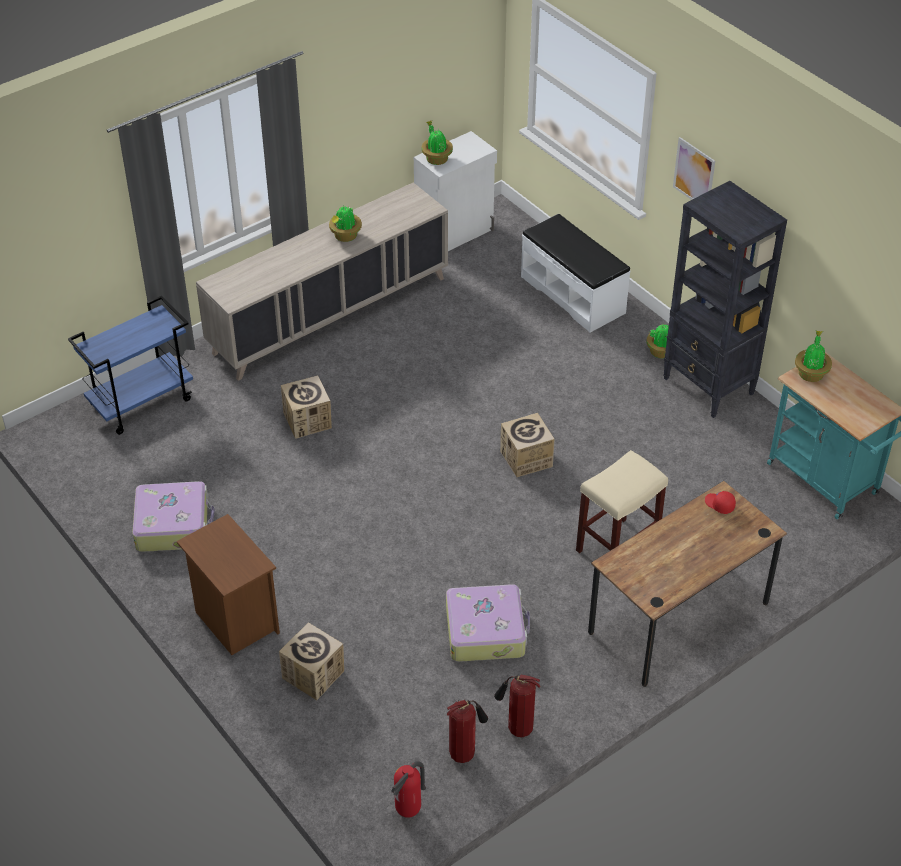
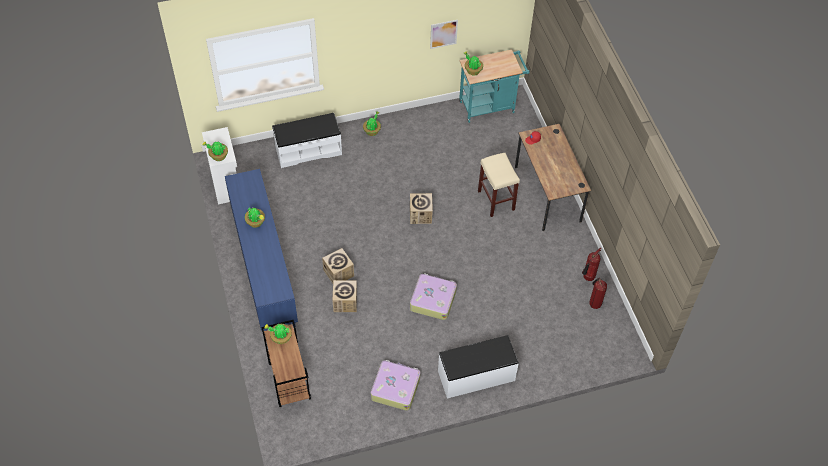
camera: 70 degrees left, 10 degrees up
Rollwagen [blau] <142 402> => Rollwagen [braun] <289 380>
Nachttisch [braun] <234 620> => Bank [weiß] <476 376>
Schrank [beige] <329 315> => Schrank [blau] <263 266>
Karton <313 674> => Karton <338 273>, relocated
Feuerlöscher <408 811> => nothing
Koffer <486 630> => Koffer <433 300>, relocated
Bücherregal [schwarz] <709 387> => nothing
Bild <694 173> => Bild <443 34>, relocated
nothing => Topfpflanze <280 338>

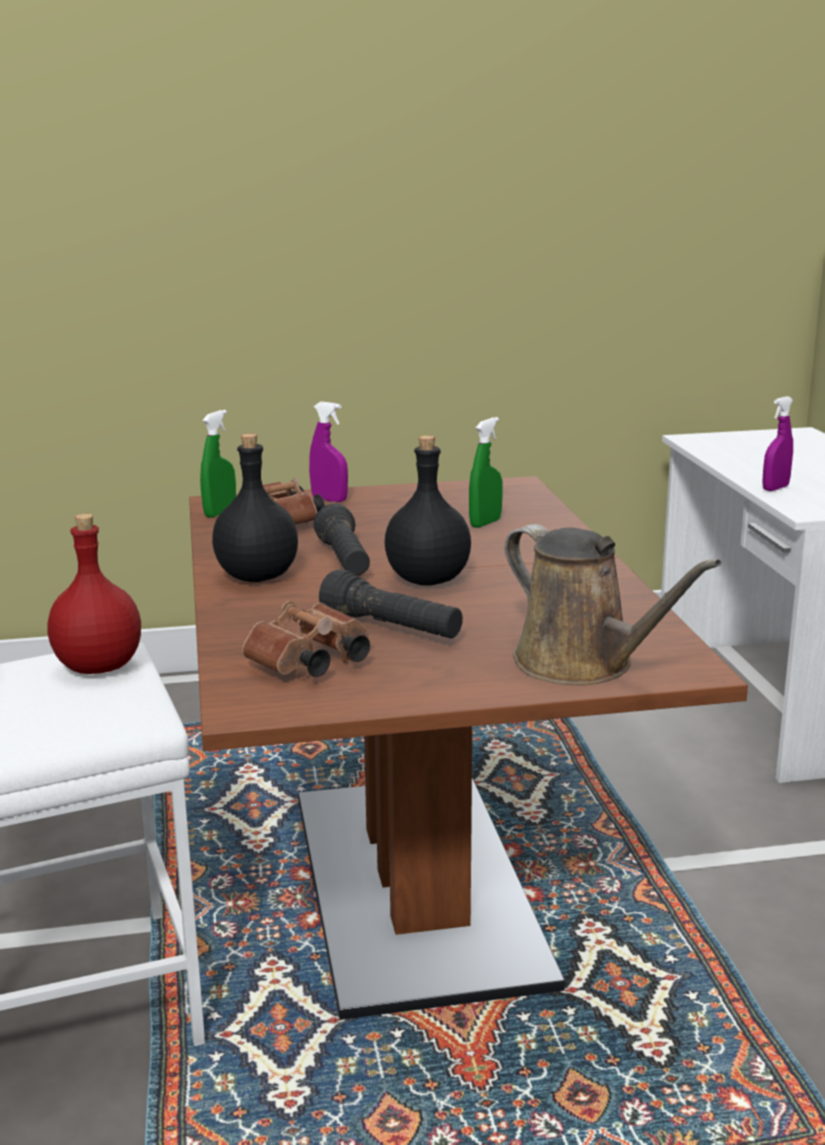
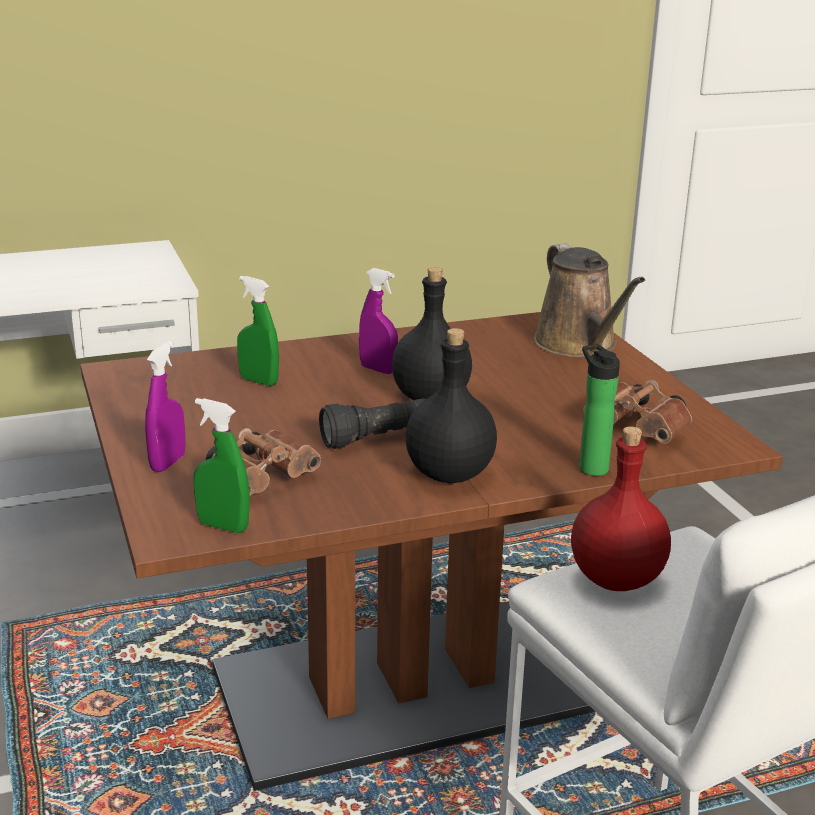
camera: 100 degrees left, 5 degrees up
Taschenlampe [schwarz] <392 629> => nothing
Gießkanne [braun] <582 664> => Gießkanne [braun] <579 345>, 120 degrees clockwise
Sprühflasche [lila] <775 488> => Sprühflasche [lila] <378 369>, relocated
nothing => Flasche <590 467>

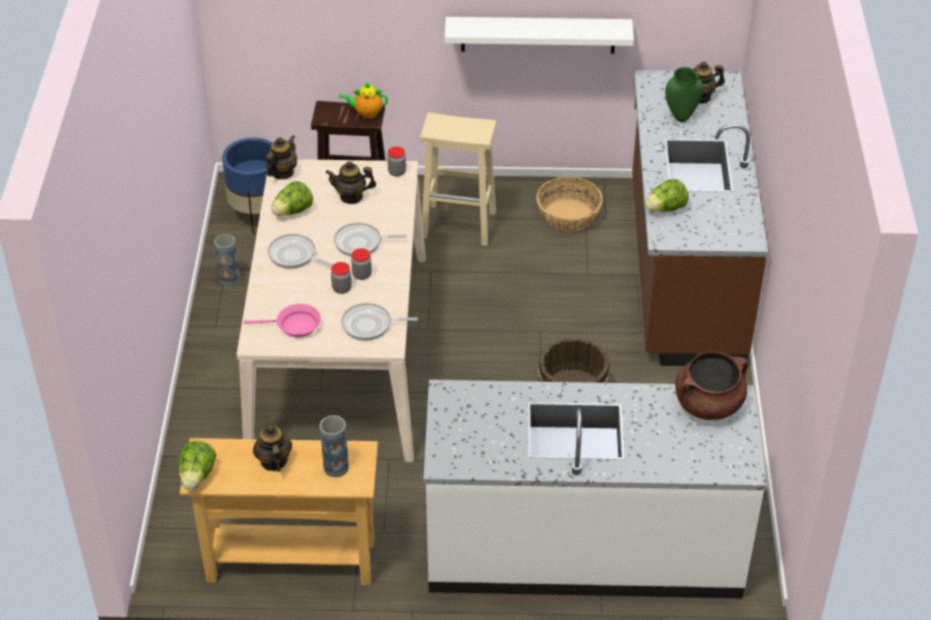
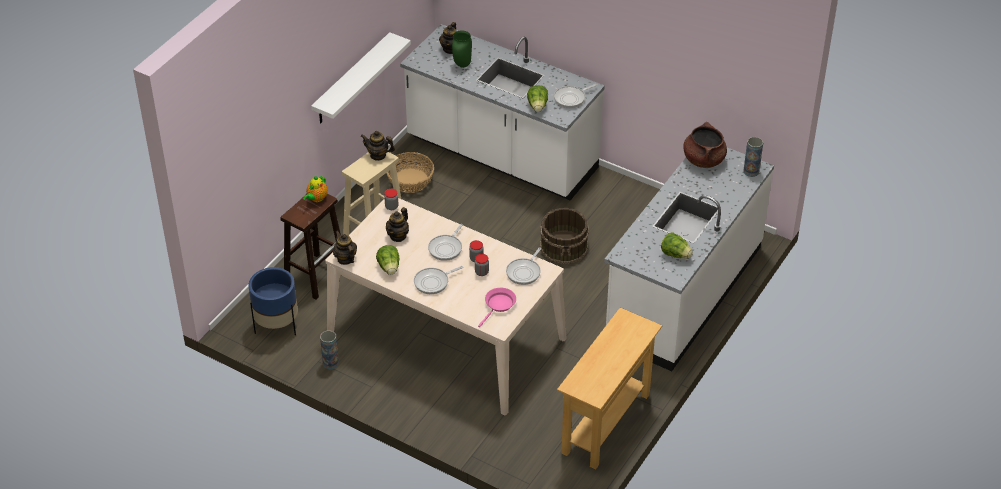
camera: 60 degrees left, 0 degrees up
Salatkopf <197 476> => Salatkopf <675 254>, relocated
Teekanne <273 461> => Teekanne <378 155>, relocated
Vase <336 467> => Vase <751 171>, relocated
Küchenzeile [braun] <682 271> => Küchenzeile [weiß] <501 155>
nothing => Pfanne <571 98>

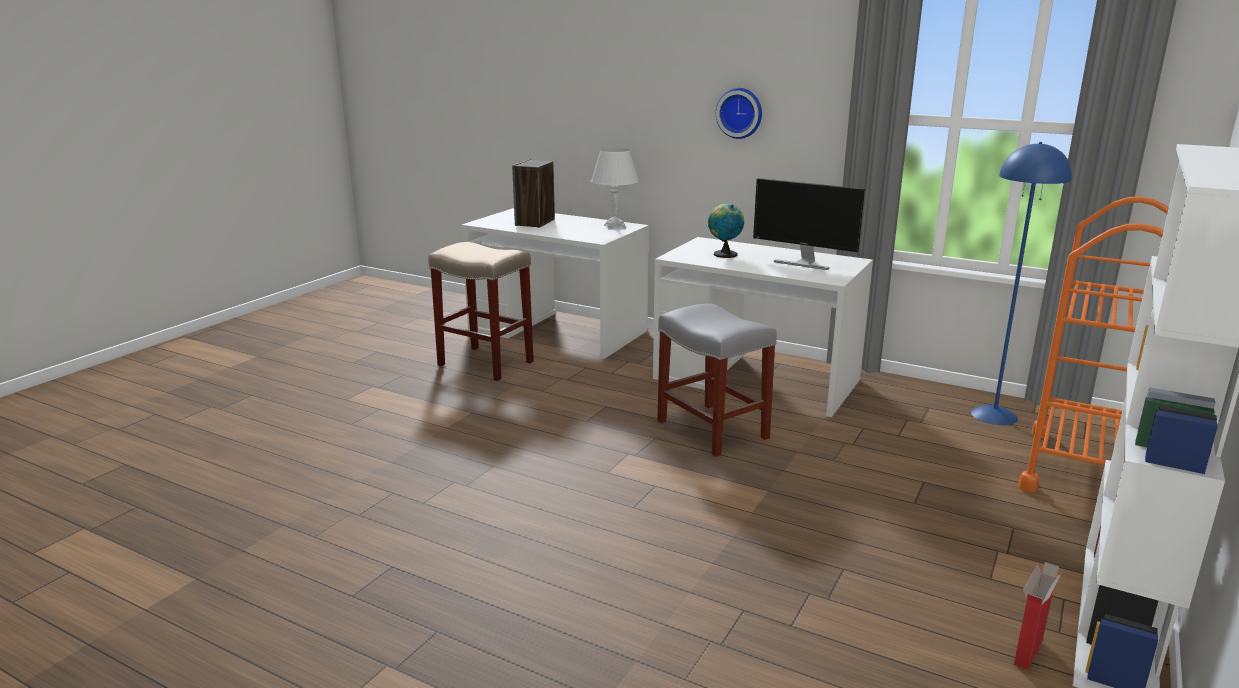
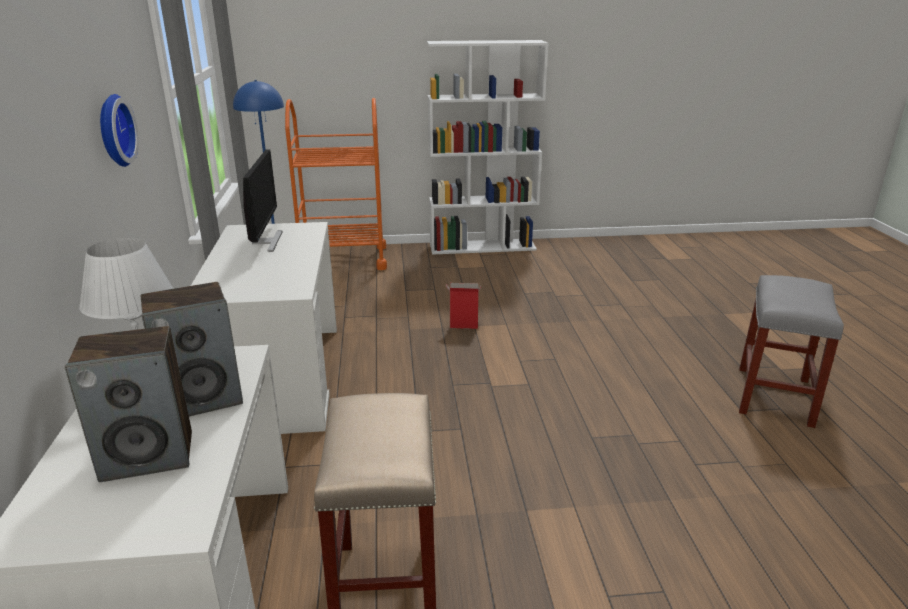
camera: 125 degrees left, 5 degrees up
Hocker [grau] <711 429> => Hocker [grau] <775 397>, relocated
Globus <724 254> => nothing
Karton <1028 652> => Karton <463 326>, relocated
nothing => Lautsprecher <203 399>

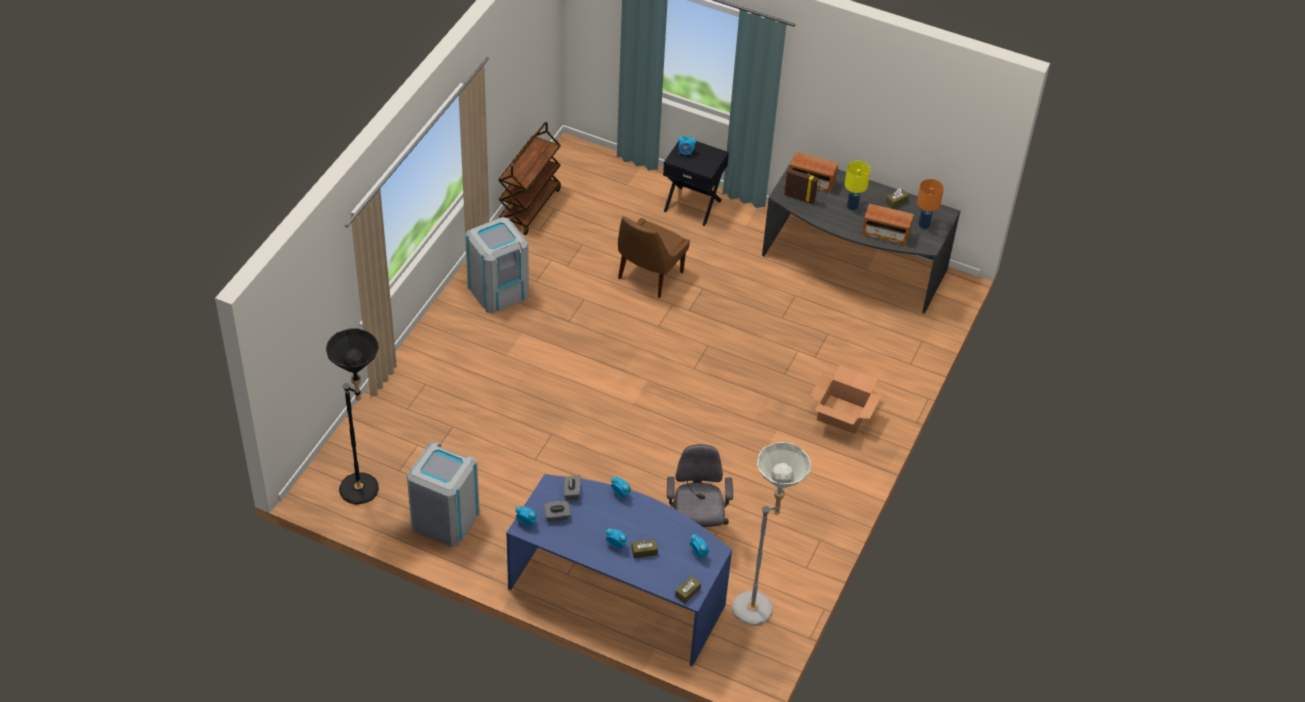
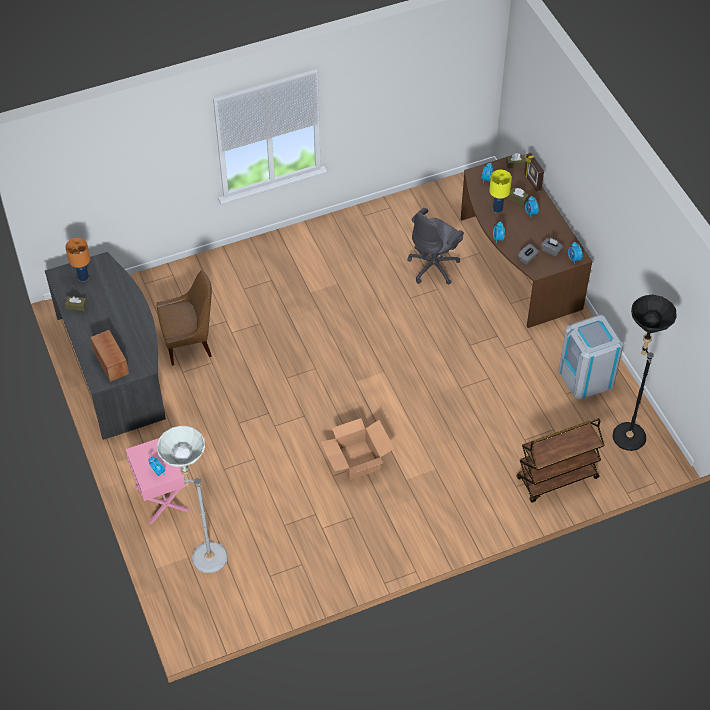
camera: 135 degrees left, 5 degrees up
Mülleimer [grau] <498 290> => nothing
Rollwagen [braun] <529 206> => Rollwagen [braun] <557 479>, relocated
Schreibtisch [blau] <619 592> => Schreibtisch [braun] <516 264>
Stuhl [braun] <649 276> => Stuhl [braun] <189 343>, relocated
Nachttisch [schwarz] <693 205> => Nachttisch [rosa] <161 499>
Stehlampe [grau] <760 606> => Stehlampe [grau] <202 556>, relocated
Bilderrahmen <799 197> => Bilderrahmen <532 182>, relocated
Karton <842 414> => Karton <357 460>, relocated
Tischlampe [gelb] <852 206> => Tischlampe [gelb] <497 209>, relocated
Radio <885 234> => nothing

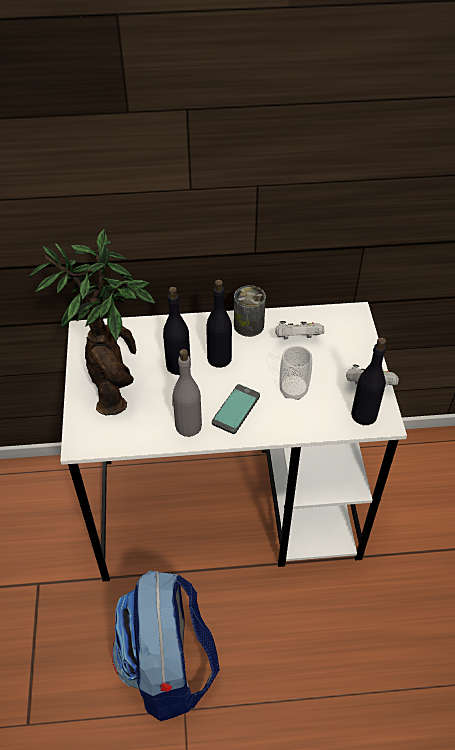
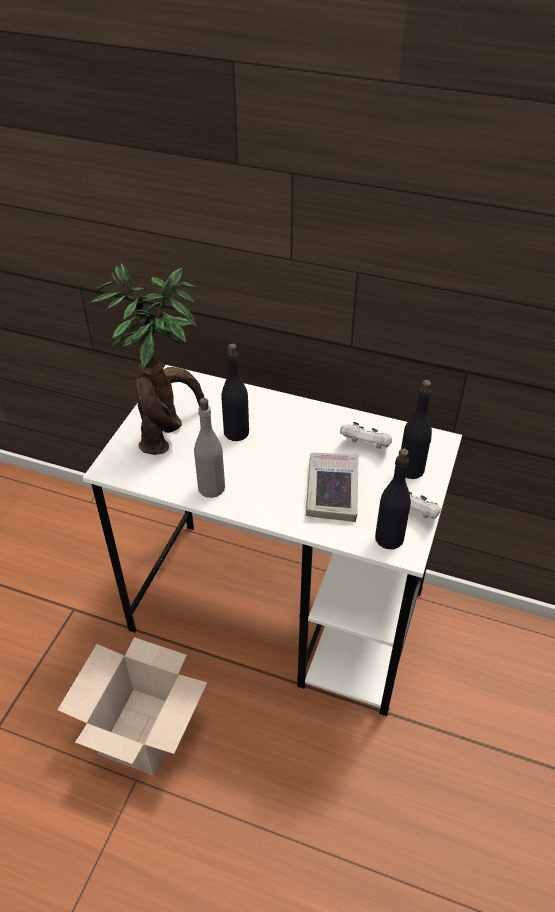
camera: 25 degrees right, 5 degrees down
Rucksack <168 667> => Karton <143 733>
Flasche [schwarz] <219 358> => Flasche [schwarz] <411 469>, relocated
Handy <235 409> => nothing
Dose <249 325> => nothing
Tasse <293 390> => Buch <332 490>

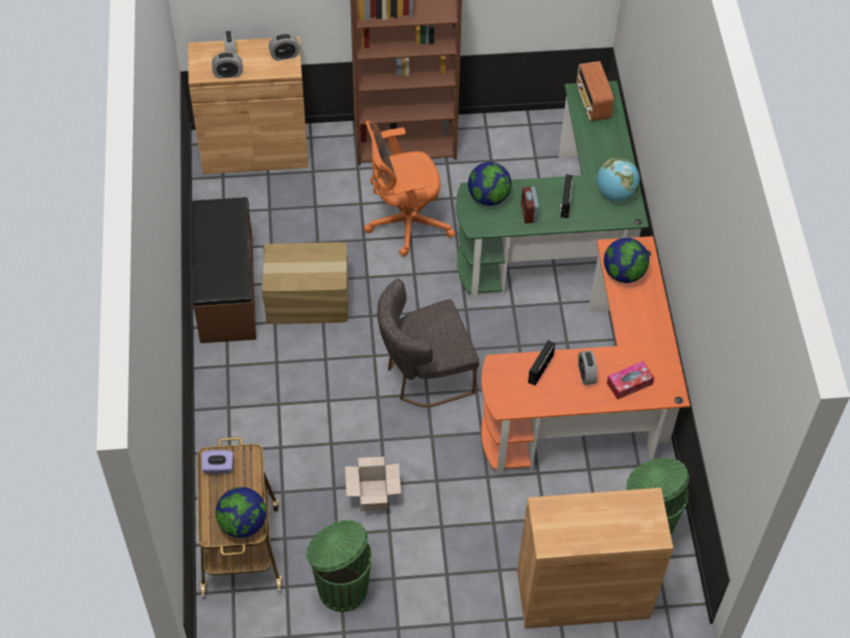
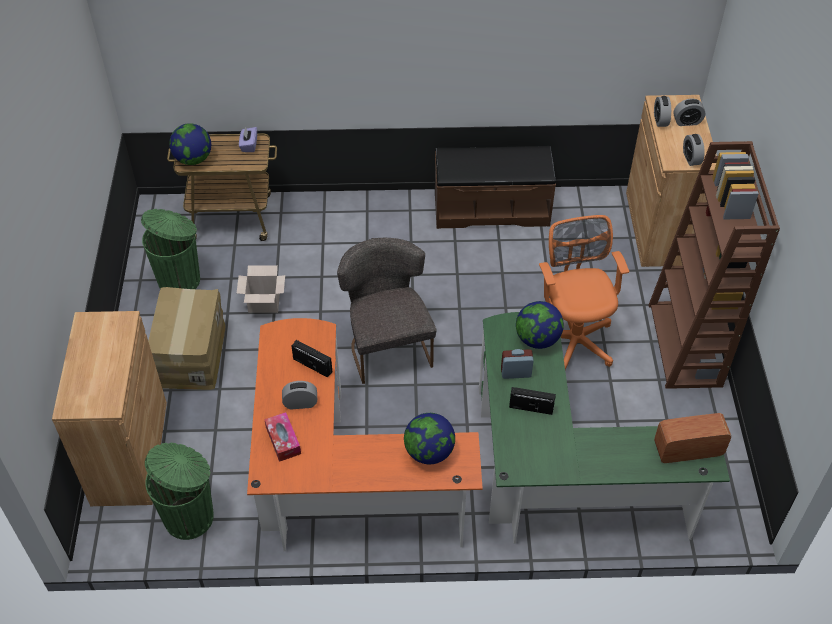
camera: 95 degrees right, 5 degrees down
Karton <307 300> => Karton <190 355>, relocated
Globus <615 193> => nothing

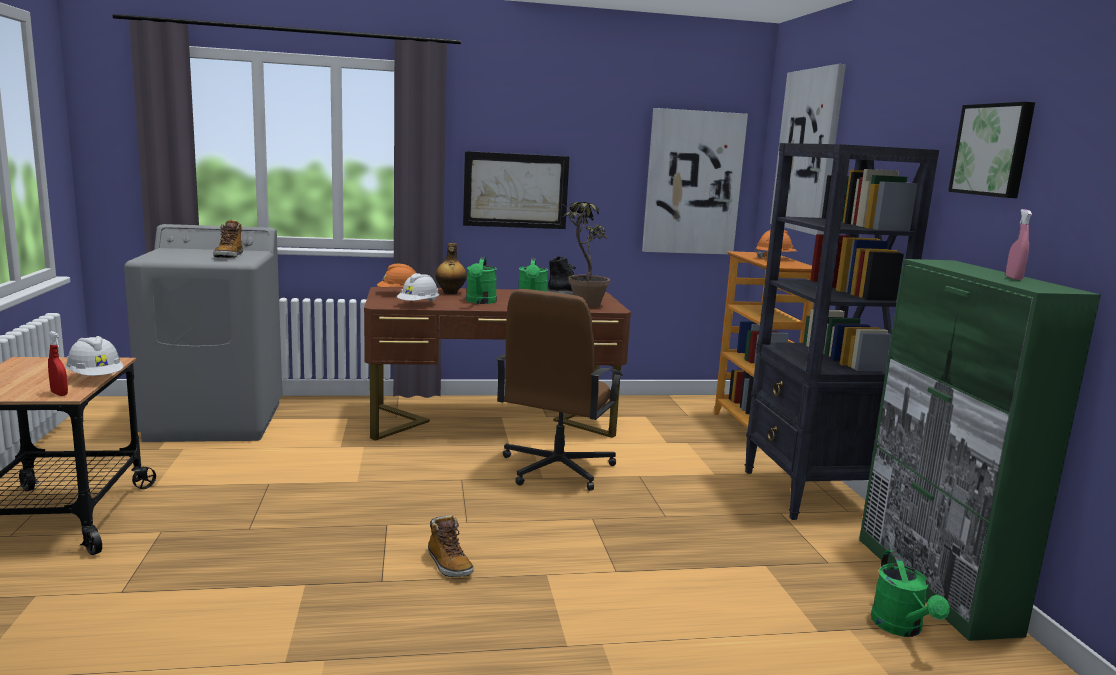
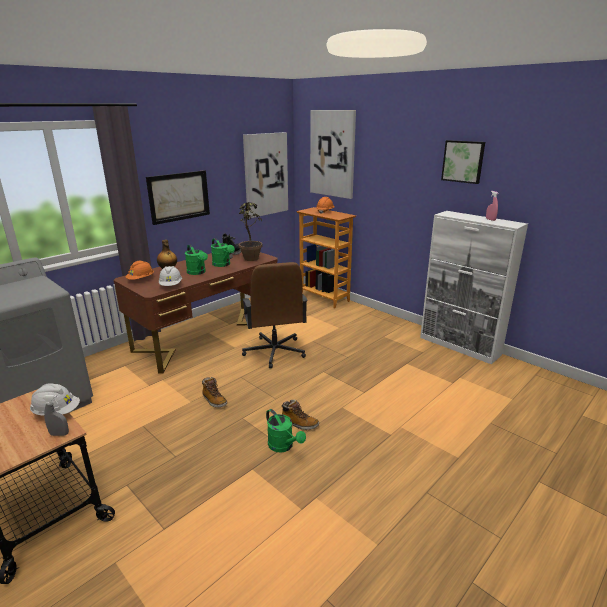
camera: 35 degrees left, 10 degrees up
Sprühflasche [rot] <59 394> => Sprühflasche [grau] <59 434>
Stiefel <229 256> => Stiefel <214 400>, relocated
Bücherregal [schwarz] <807 494> => nothing
Schrank [grün] <934 584> => Schrank [weiß] <459 346>
Gießkanne [grün] <901 628> => Gießkanne [grün] <283 446>, relocated

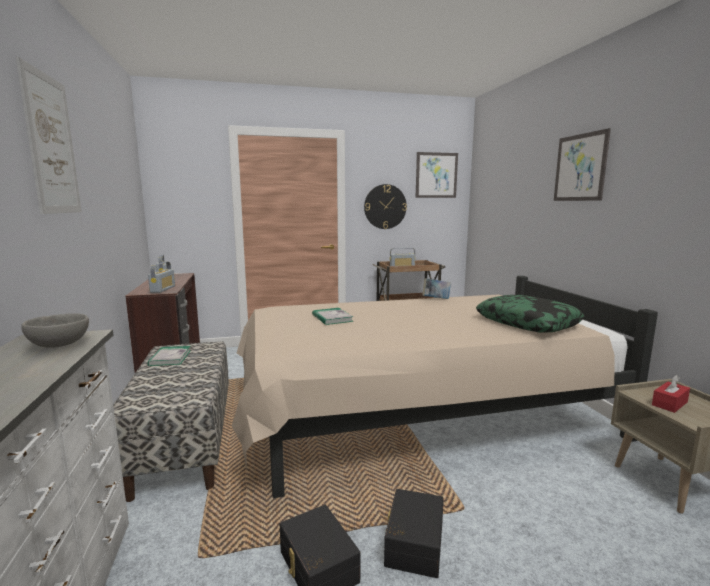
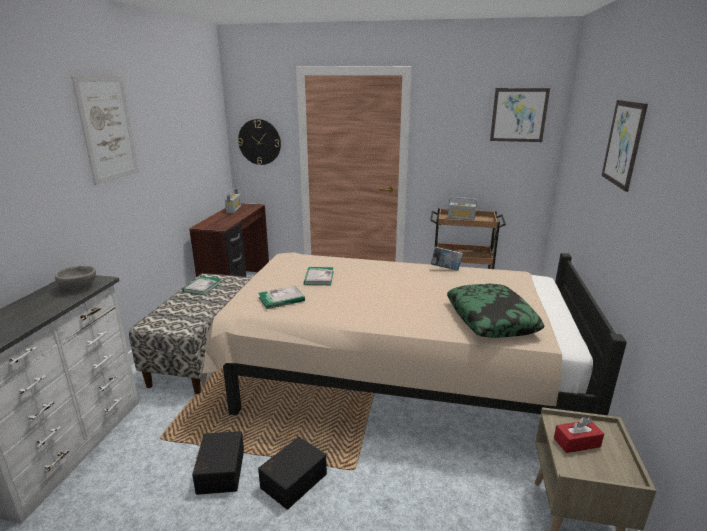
camera: 25 degrees right, 10 degrees up
Radio <163 289> => nothing
Wanduhr <385 206> => Wanduhr <259 142>, relocated
nothing => Buch <281 299>

